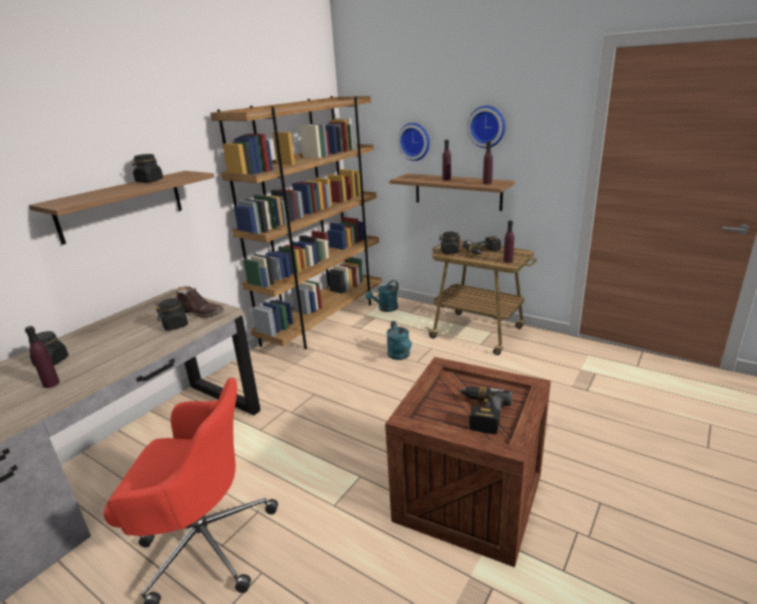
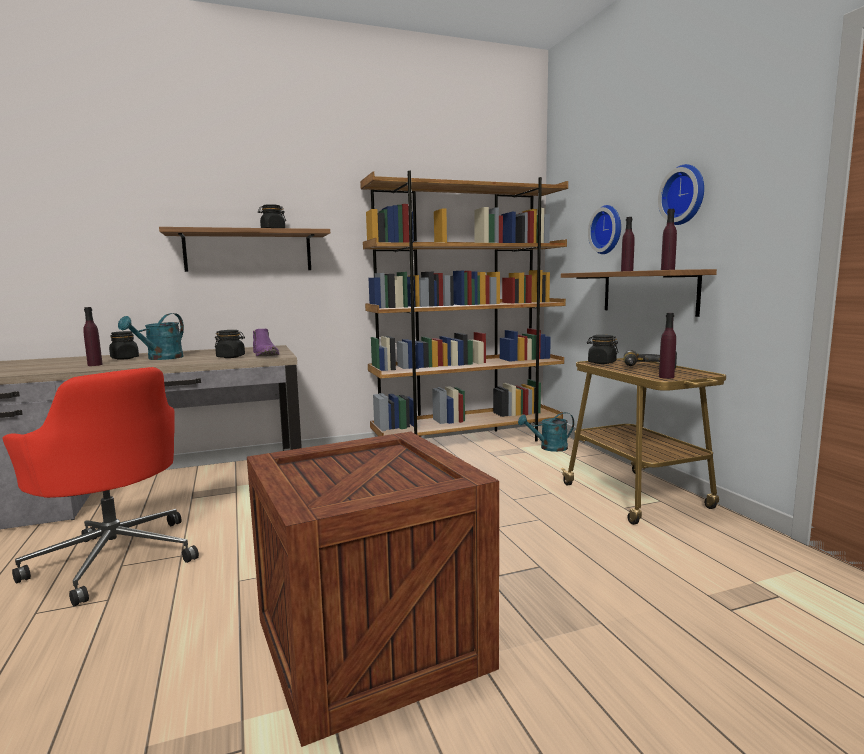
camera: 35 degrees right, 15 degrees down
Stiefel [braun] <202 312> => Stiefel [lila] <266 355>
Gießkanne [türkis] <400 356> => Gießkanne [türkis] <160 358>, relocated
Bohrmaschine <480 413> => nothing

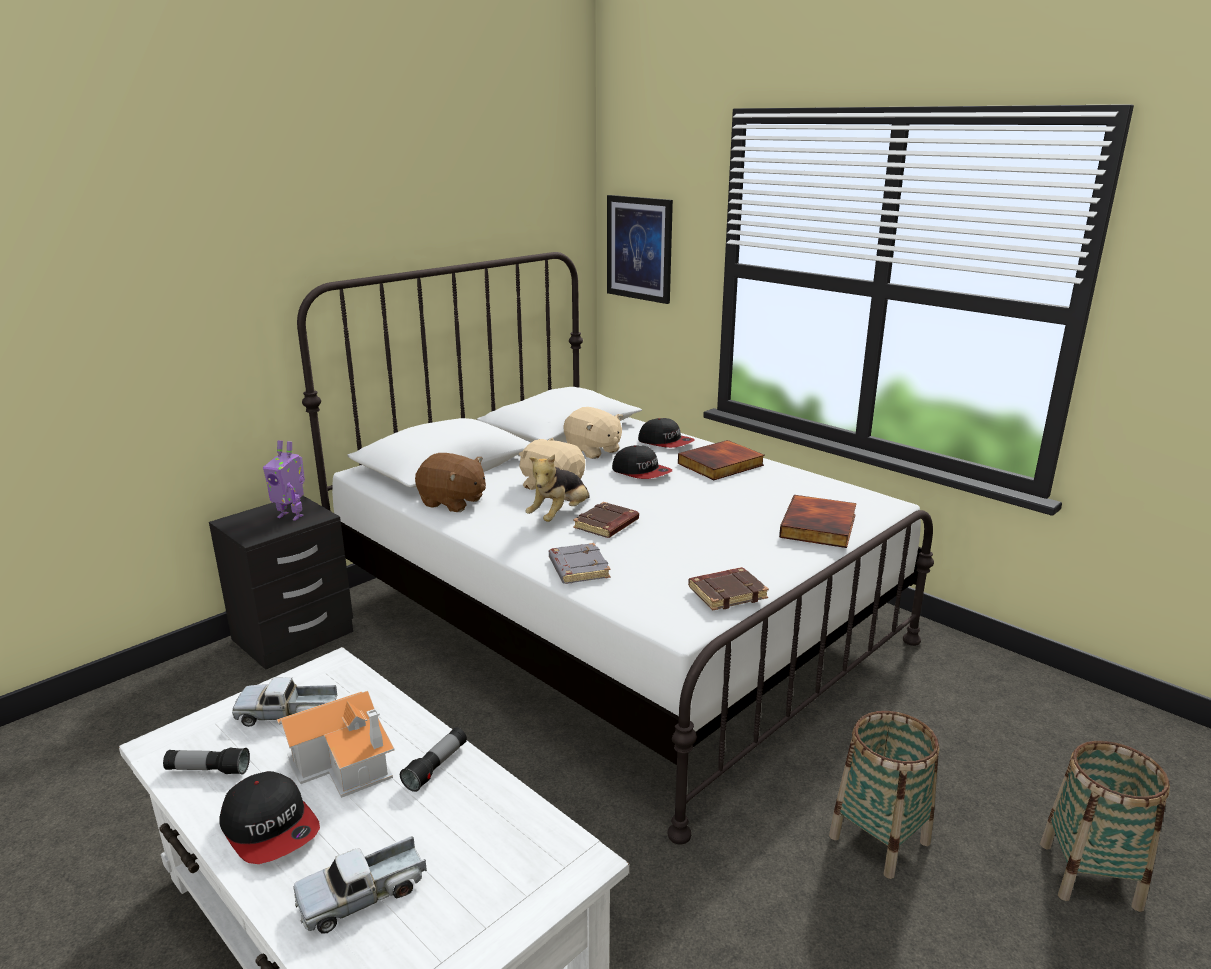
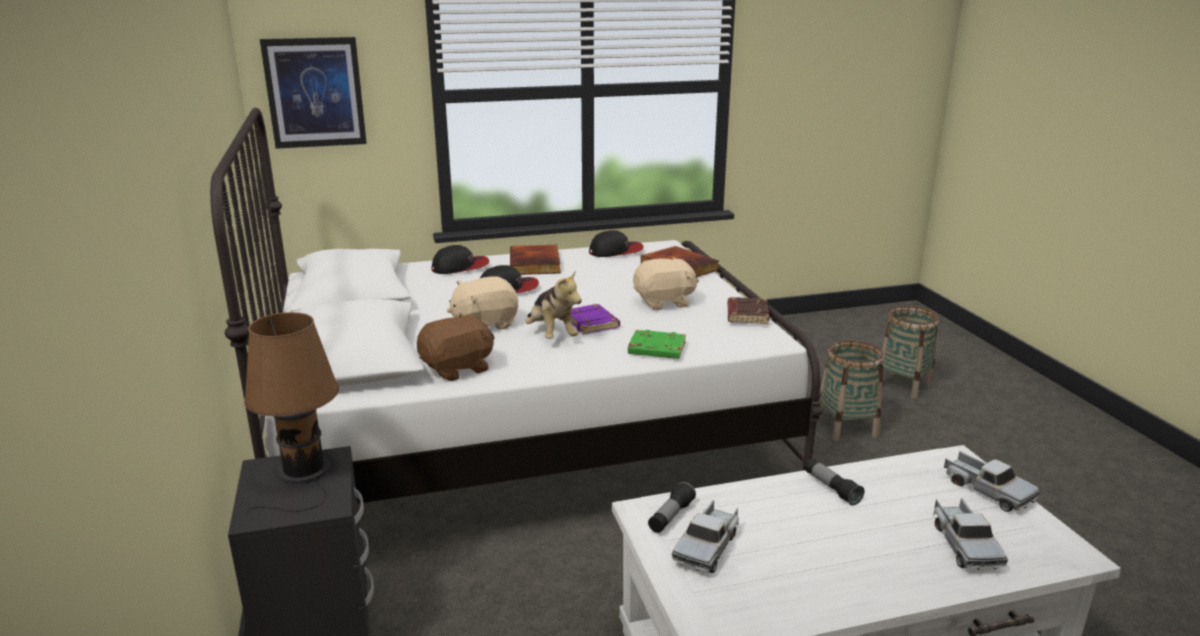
camera: 60 degrees left, 0 degrees up
Taschenlampe <208 770> => Taschenlampe <670 517>, relocated
Kappe <270 827> => Kappe <616 251>, relocated
Spielzeugroboter <291 515> => Tischlampe [braun] <303 474>
Spielzeughaus <346 761> => nothing
Buch [grau] <577 568> => Buch [grün] <656 349>
Plüschtier [beige] <593 451> => Plüschtier [beige] <664 302>, relocated
Buch [braun] <606 525> => Buch [lila] <592 323>
nothing => Spielzeuglaster <987 490>

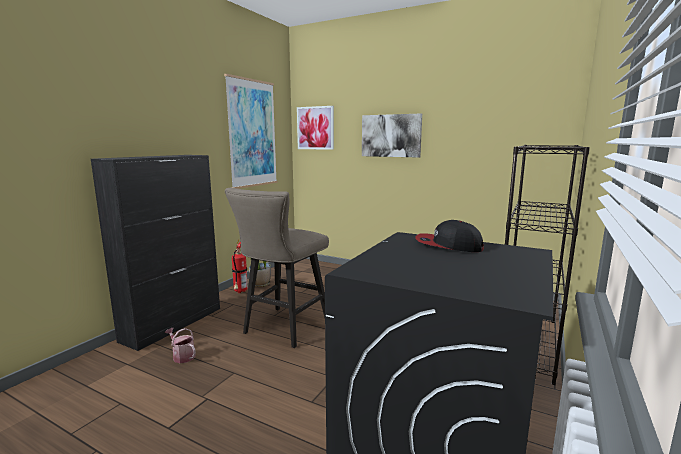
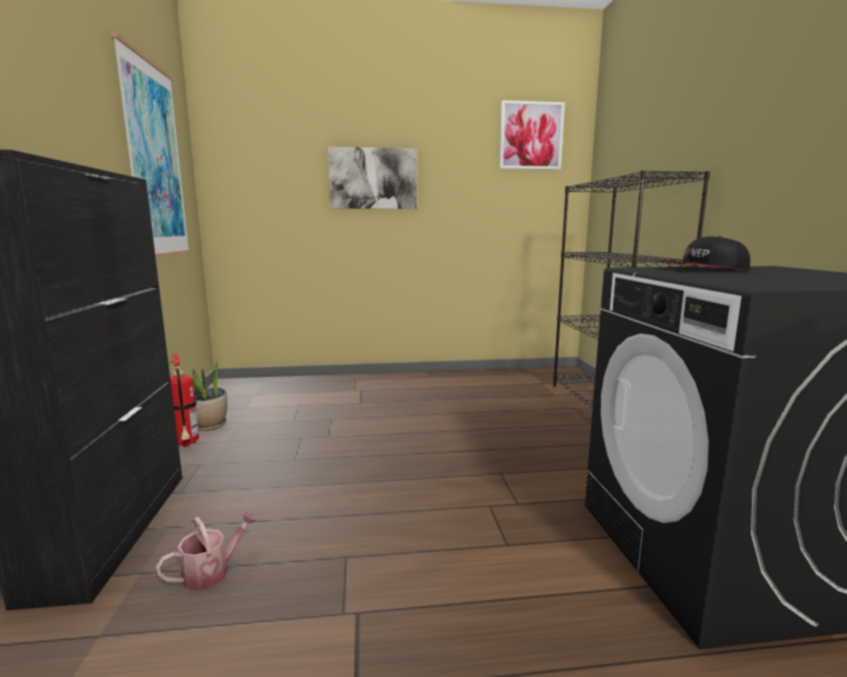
camera: 35 degrees left, 0 degrees up
Gießkanne <182 356> => Gießkanne <212 572>, 135 degrees clockwise
Hocker [beige] <282 329> => nothing
Bild <315 128> => Bild <531 136>, relocated

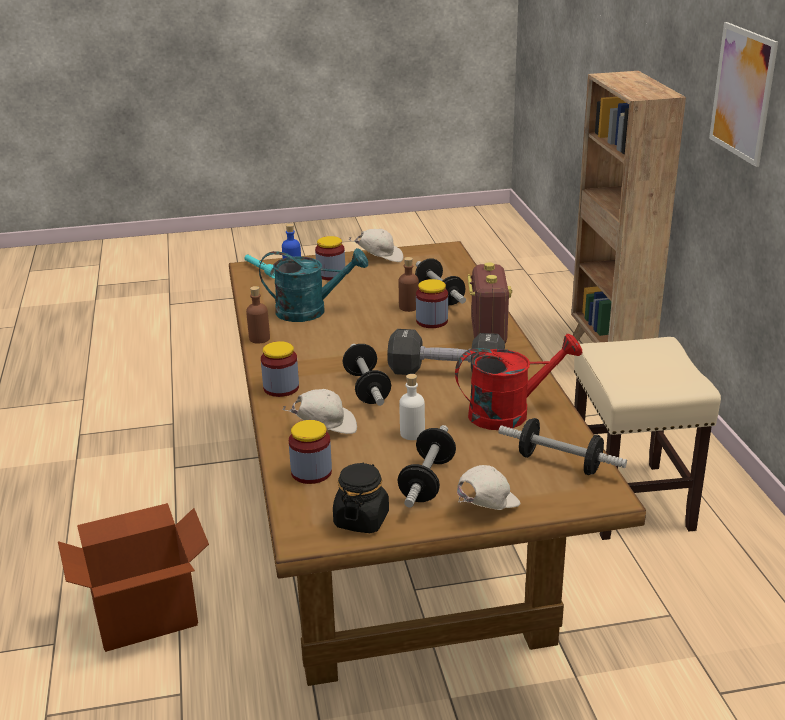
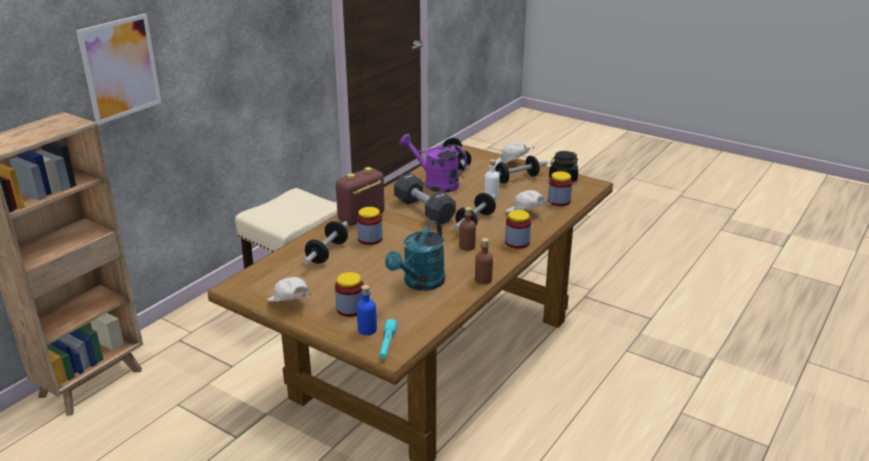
camera: 135 degrees left, 0 degrees up
Karton <145 616> => nothing
Gießkanne [türkis] <310 311> => Gießkanne [türkis] <420 283>, 105 degrees counterclockwise
Flasche [braun] <408 307> => Flasche [braun] <467 246>, relocated
Gießkanne [rot] <509 413> => Gießkanne [lila] <435 183>

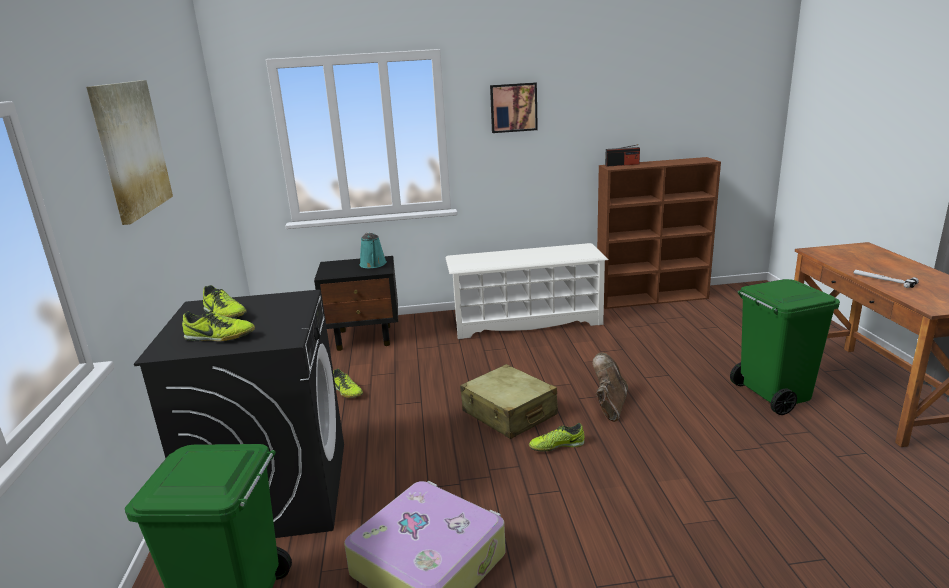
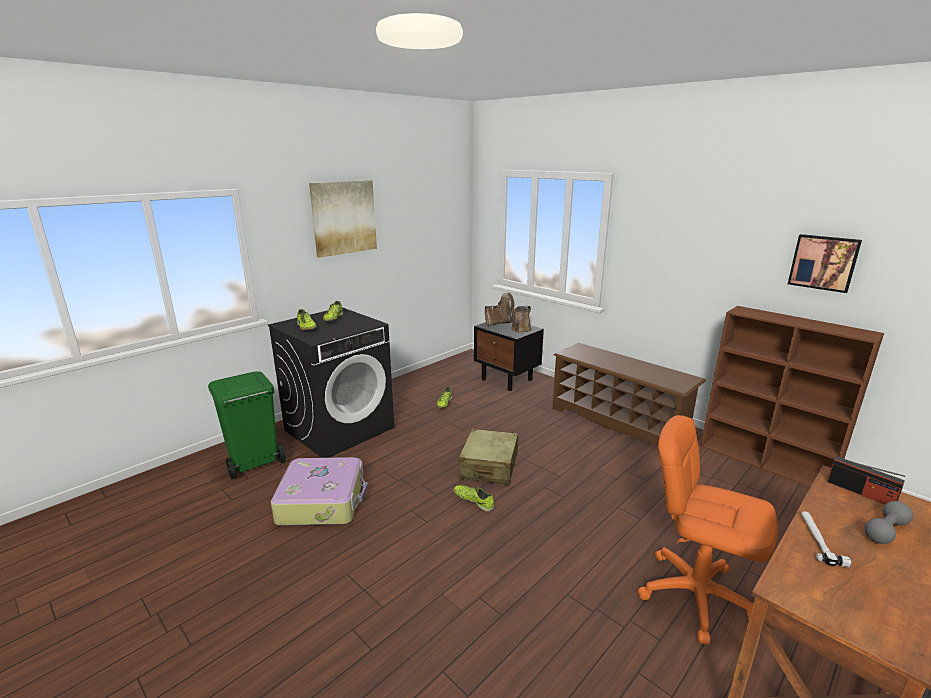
camera: 50 degrees right, 0 degrees up
Gießkanne [türkis] <373 265> => Gießkanne [braun] <519 330>
Schuhregal [weiß] <526 321> => Schuhregal [braun] <618 422>
Bild <513 107> => Bild <823 262>, relocated
Stiefel [braun] <609 406> => Stiefel [braun] <500 323>, relocated
Radio <622 165> => Radio <860 492>, relocated
Mülleimer [grün] <772 395> => Bürostuhl [orange] <695 595>
nothing => Hantel [grau] <885 531>

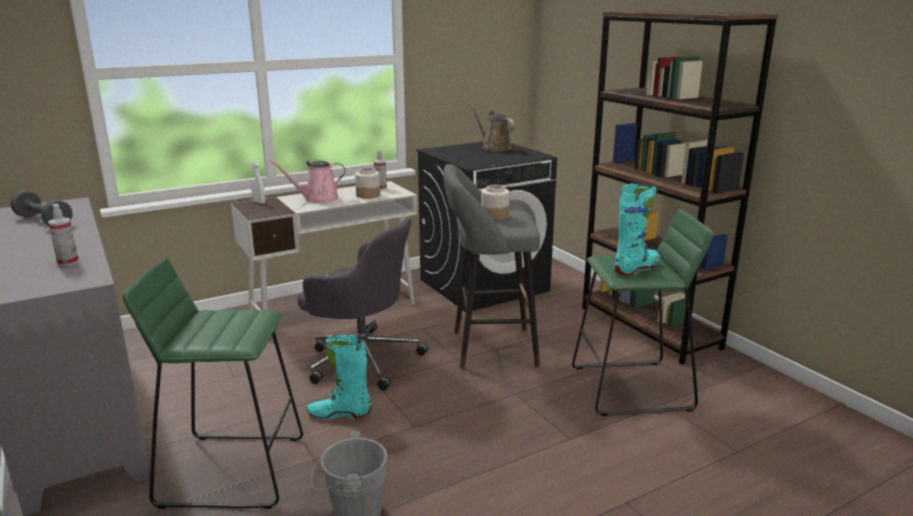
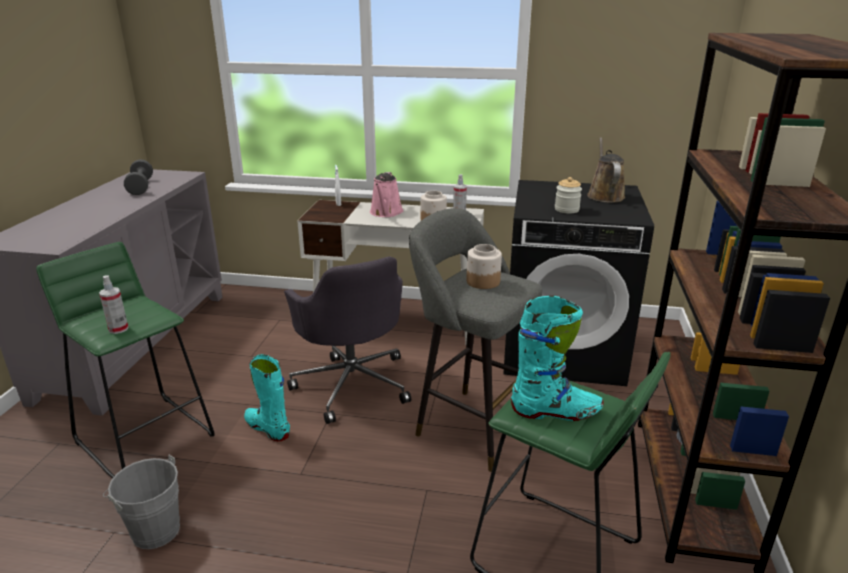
camera: 40 degrees right, 5 degrees up
Sprühflasche <68 262> => Sprühflasche <118 329>, relocated
Gießkanne [rosa] <318 199> => Gießkanne [rosa] <386 213>, 105 degrees counterclockwise
nothing => Vorratsglas <566 209>

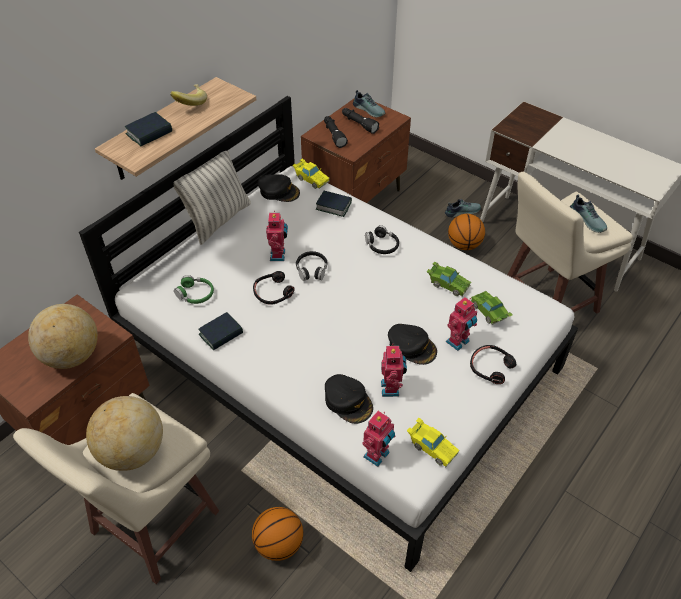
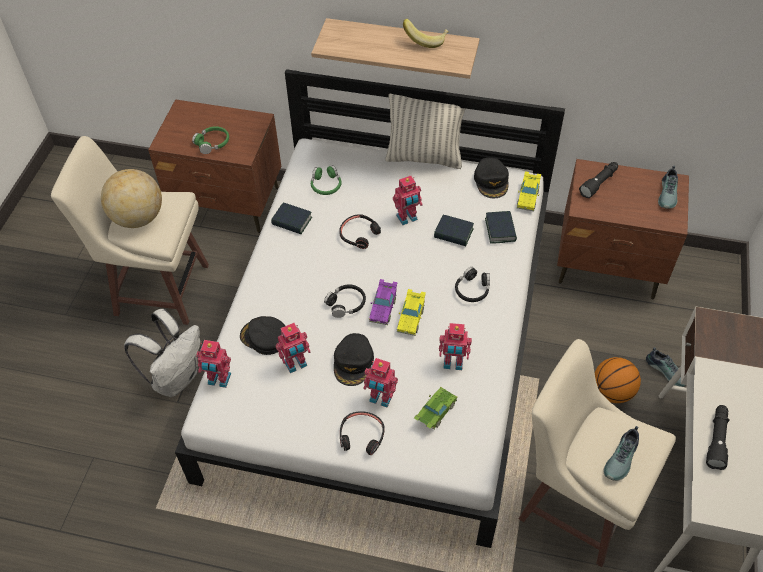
camera: 65 degrees right, 5 degrees up
Globus <72 356> => Kopfhörer [grün] <212 143>
Buch <149 133> => Buch <453 233>, relocated
Basketball <278 544> => Rucksack [weiß] <176 377>
Kopfhörer [schwarz] <311 269> => Kopfhörer [schwarz] <346 304>, relocated
Kappe [schwarz] <348 401> => Kappe [schwarz] <265 337>, 90 degrees clockwise
Taschenlampe [schwarz] <359 124> => Taschenlampe [schwarz] <716 440>, relocated
Spielzeugauto [gelb] <431 447> => Spielzeugauto [gelb] <411 317>, relocated
Spielzeugauto [grün] <447 284> => Spielzeugroboter <453 363>
nothing => Spielzeugauto [lila] <383 307>

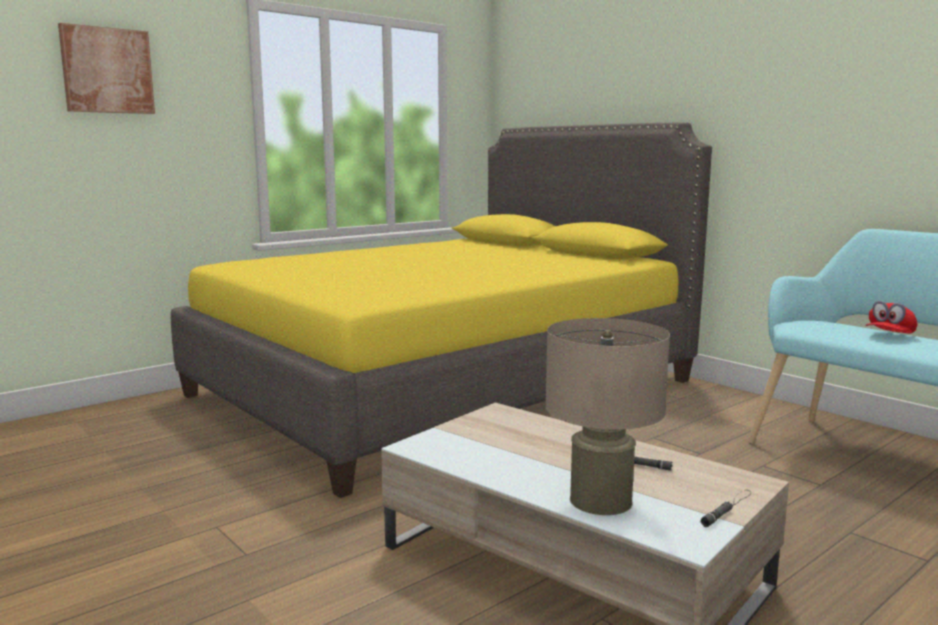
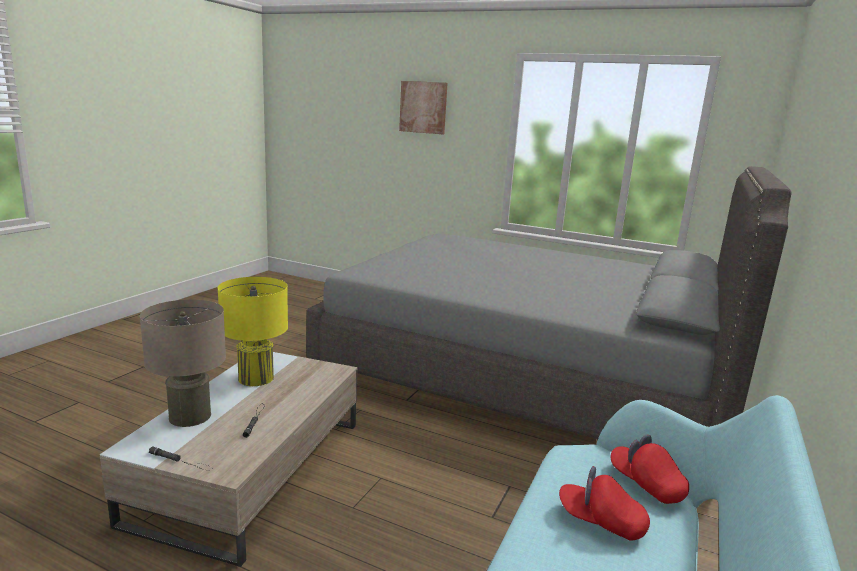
camera: 65 degrees right, 5 degrees up
Bett [gelb] <444 387> => Bett [grau] <527 375>
nothing => Tischlampe [gelb] <256 378>
nothing => Kappe [rot] <646 484>

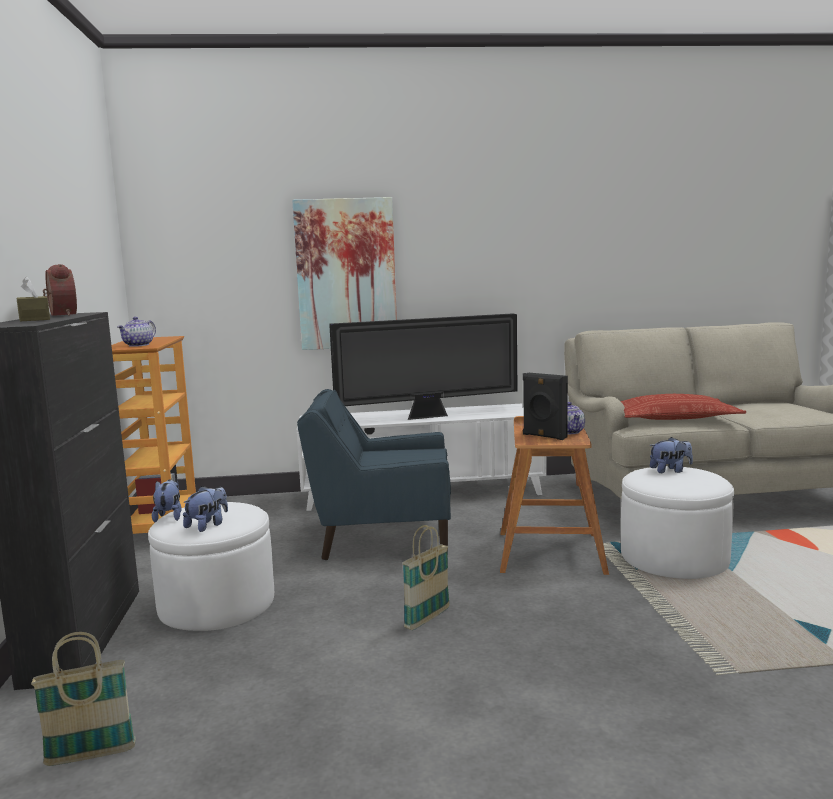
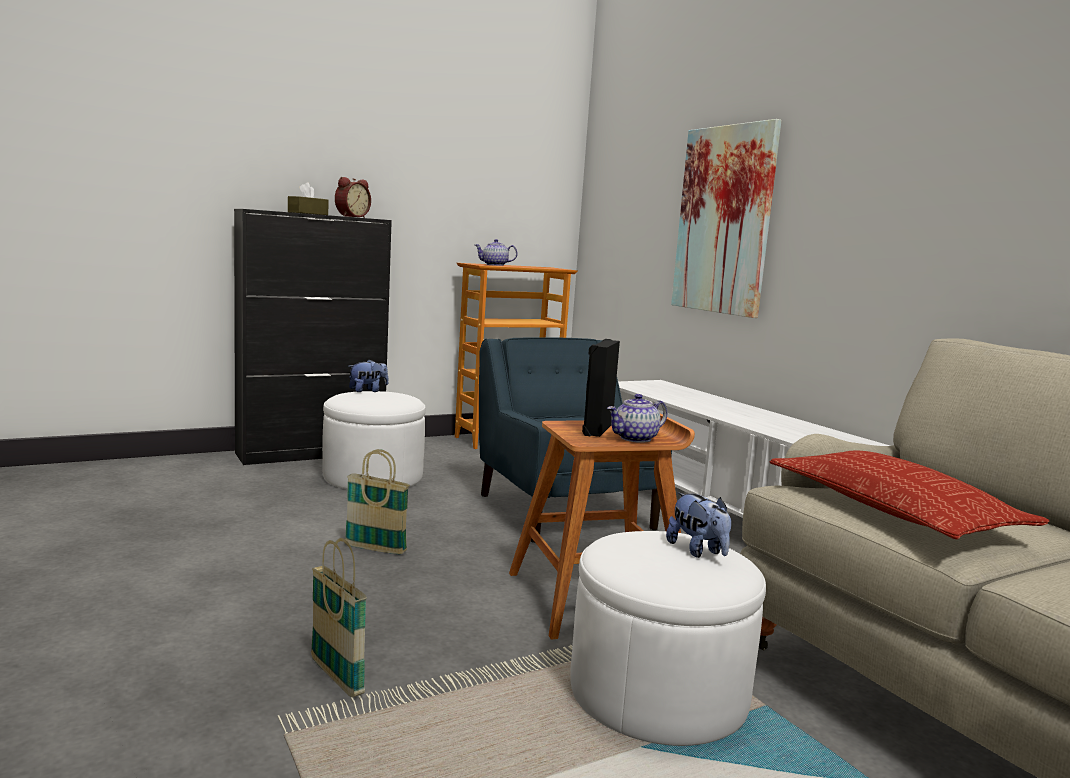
camera: 65 degrees right, 0 degrees up
Korb <90 755> => Korb <336 677>, relocated
Plüschtier <207 525> => nothing
Fernseher <429 416> => nothing

